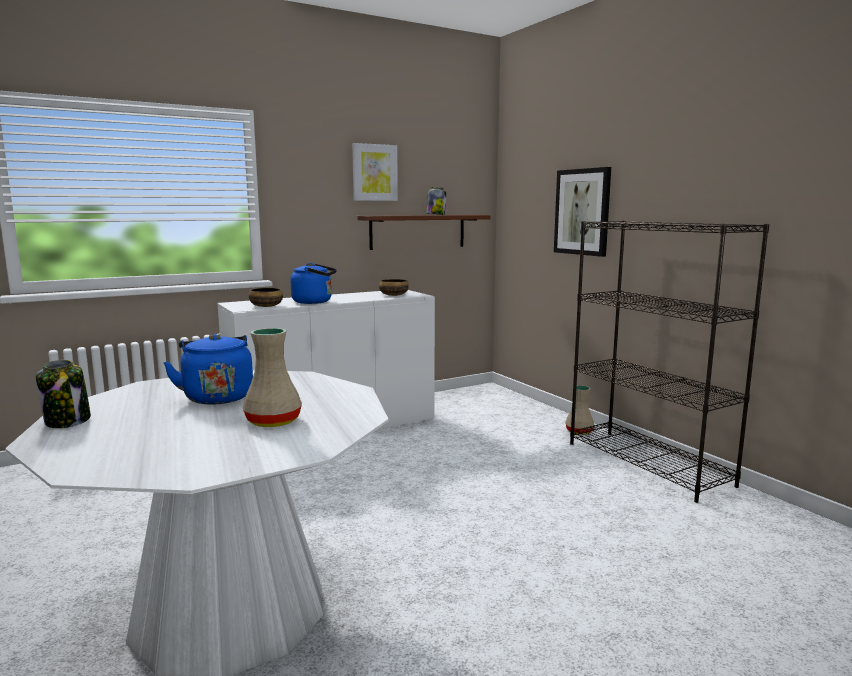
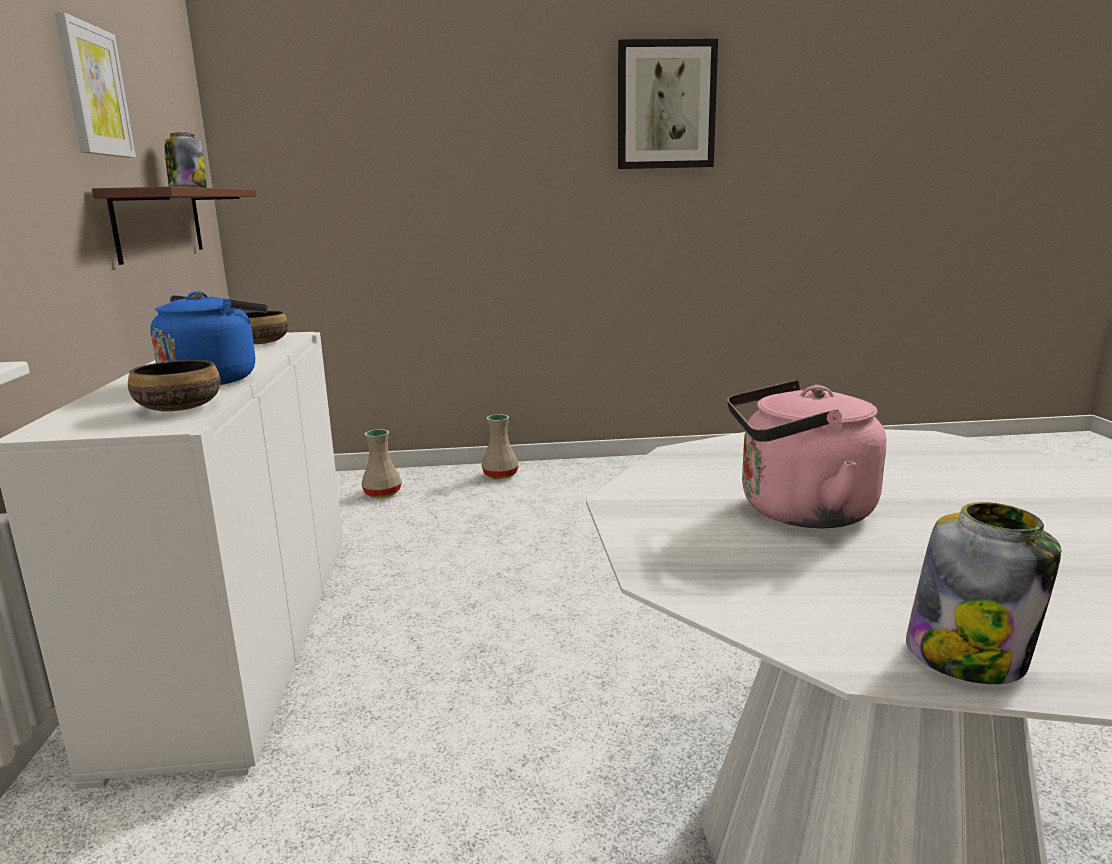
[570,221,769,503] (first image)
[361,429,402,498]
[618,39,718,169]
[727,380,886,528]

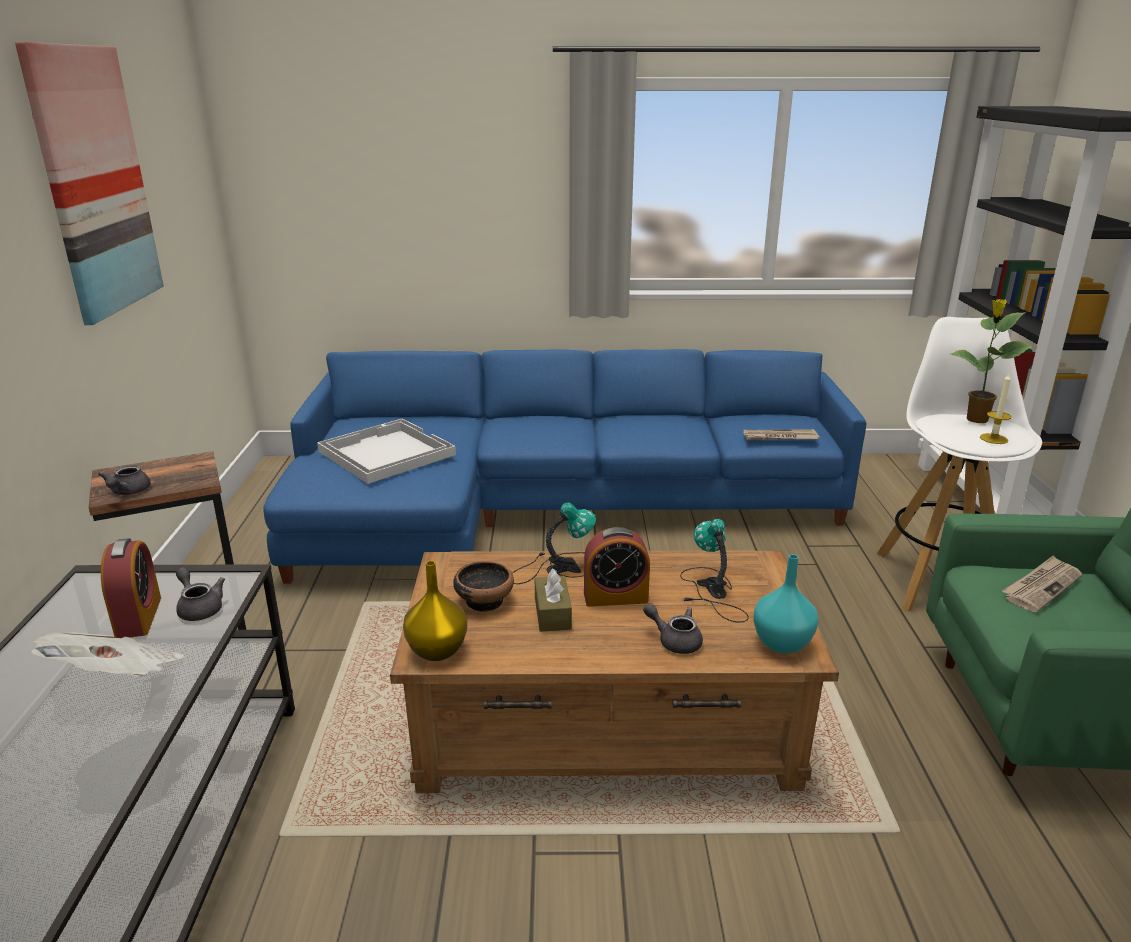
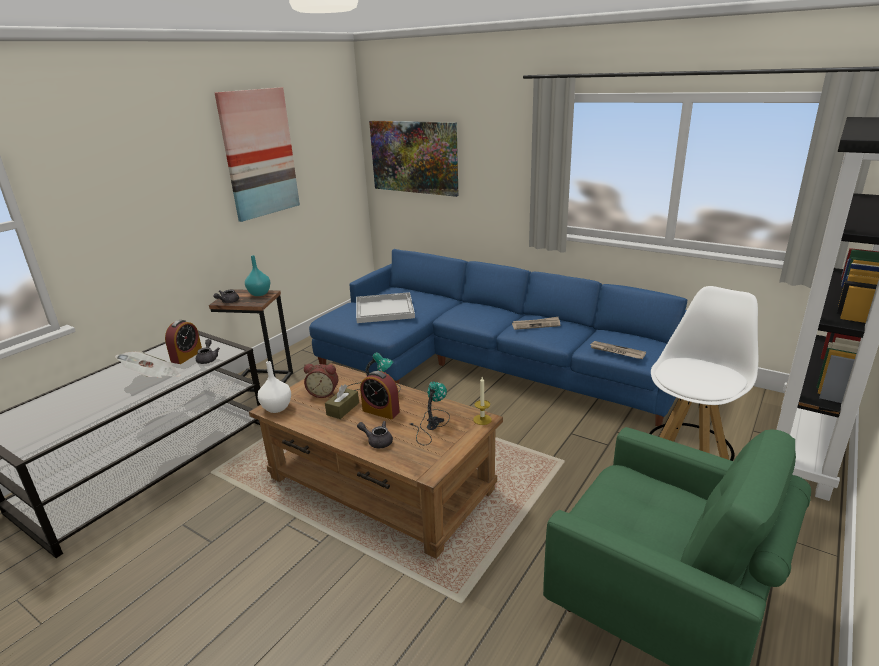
[951,299,1032,423] (first image)
[369,121,459,197]
[245,255,270,296]
[473,377,492,425]
[512,317,560,330]
[304,364,338,398]
[258,361,291,413]
[357,421,393,448]

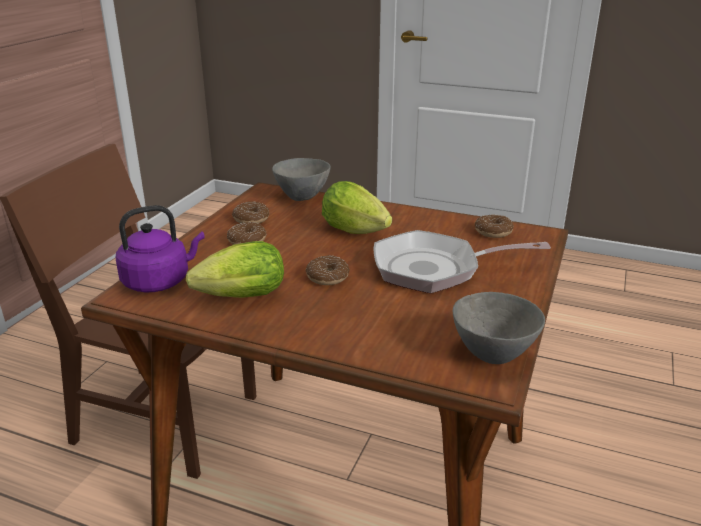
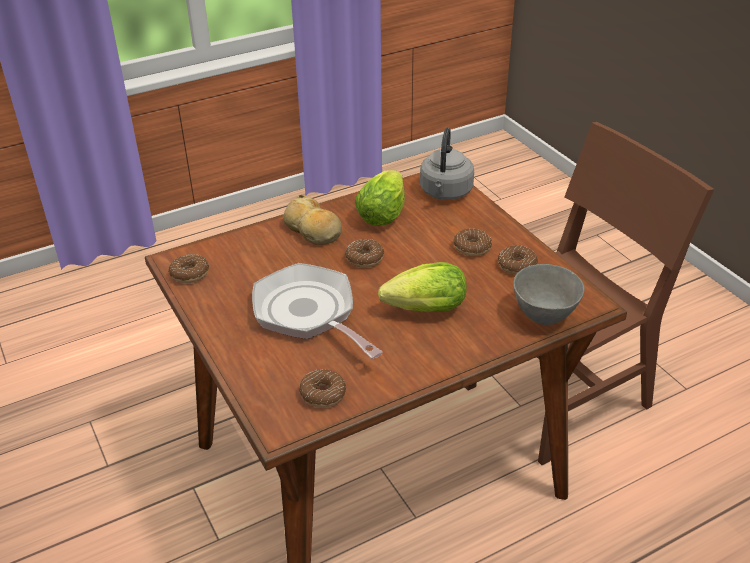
[283,195,342,245]
[168,254,209,283]
[420,127,474,200]
[252,263,383,359]

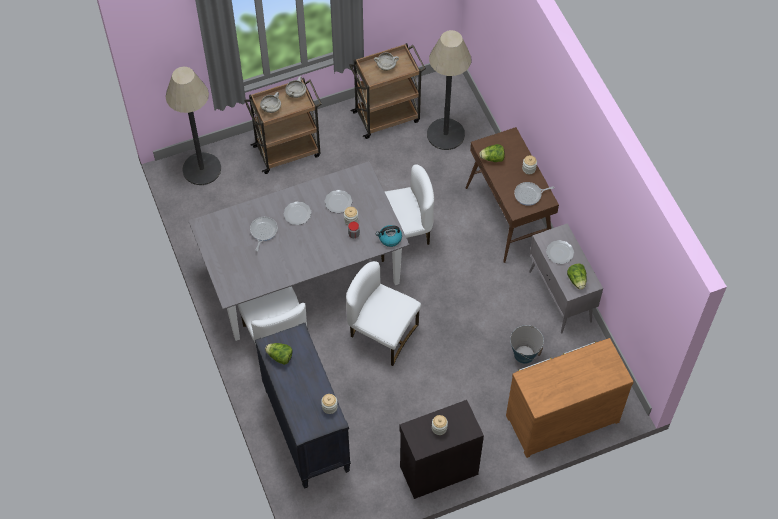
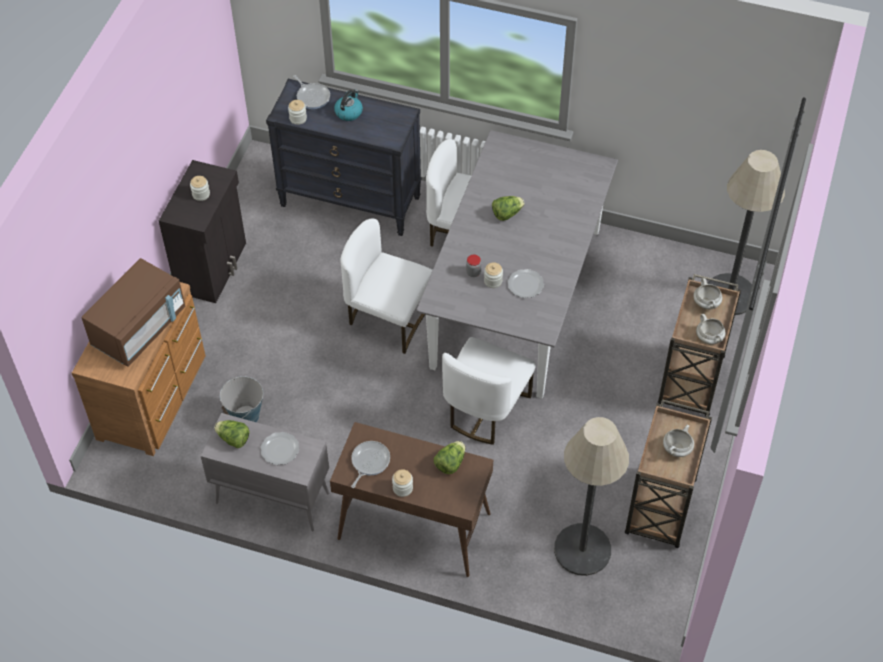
[284,202,311,225] (first image)
[81,258,185,367]
[293,75,330,109]
[492,196,525,221]
[334,90,363,121]
[340,218,433,354]

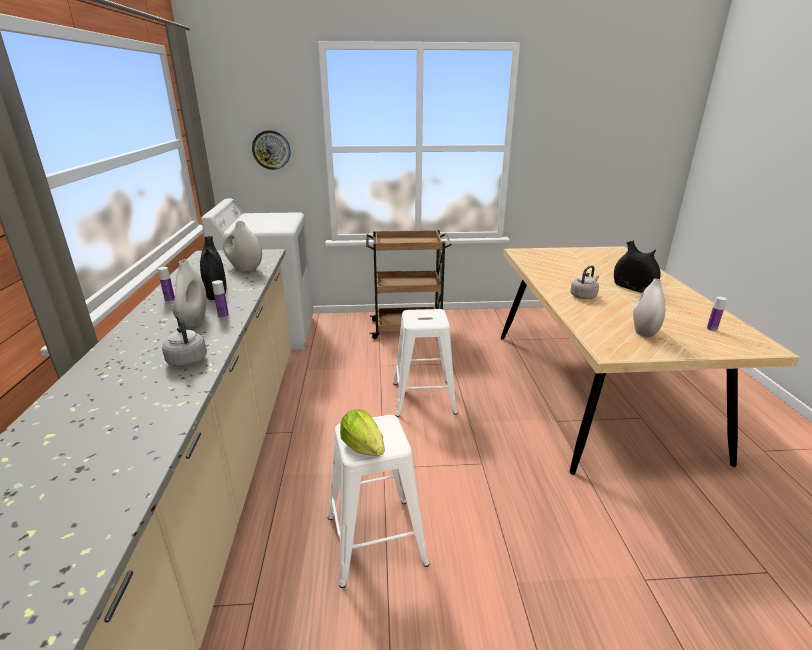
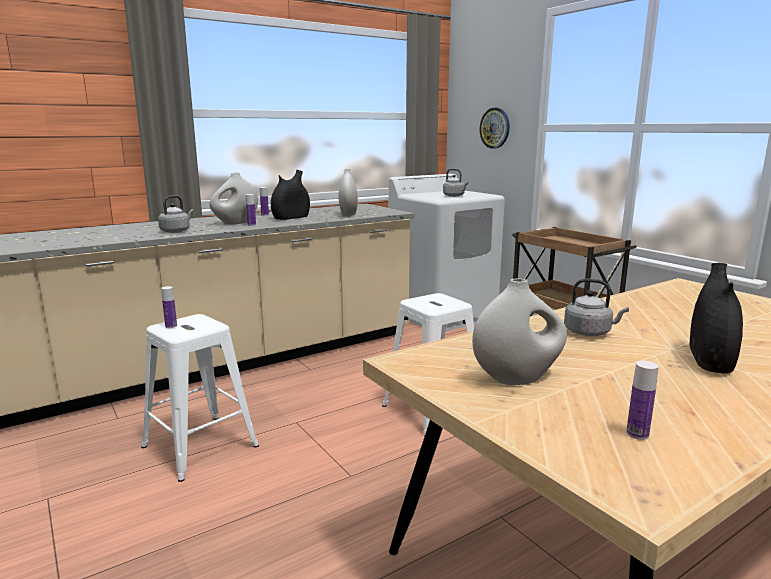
[443,169,469,197]
[161,286,177,328]

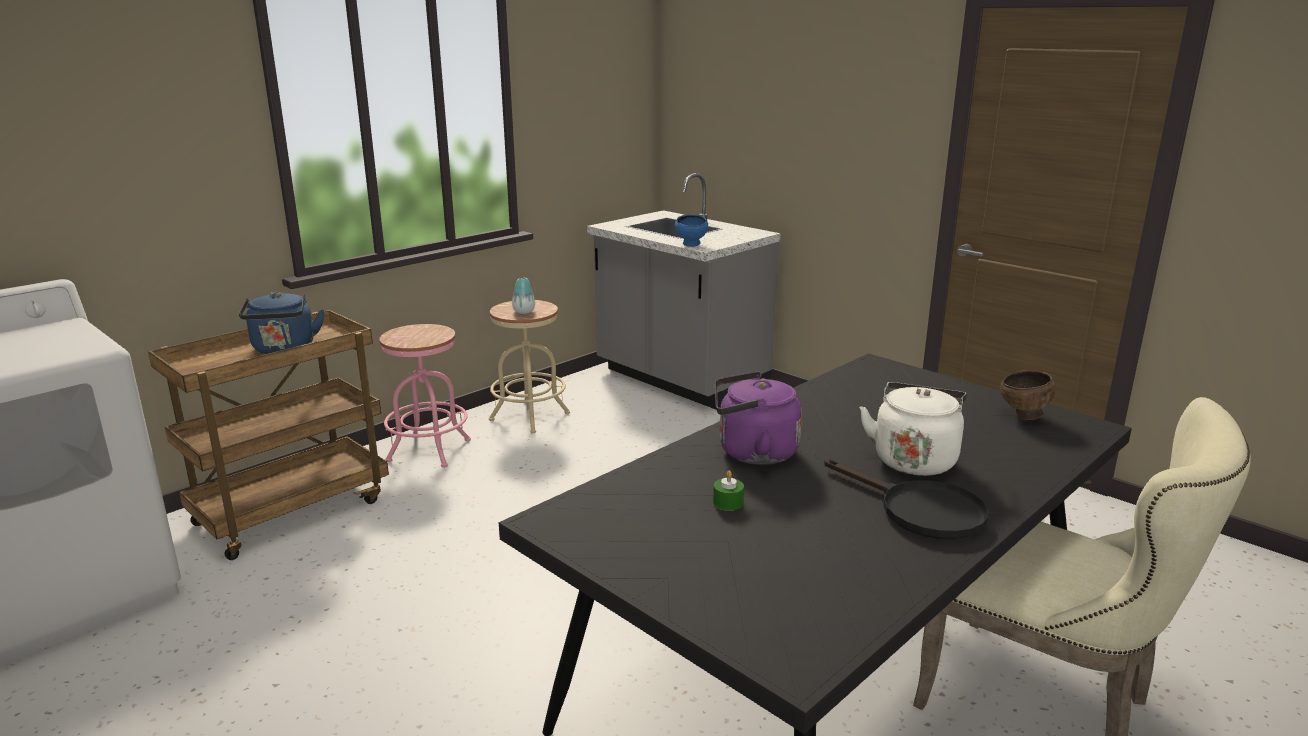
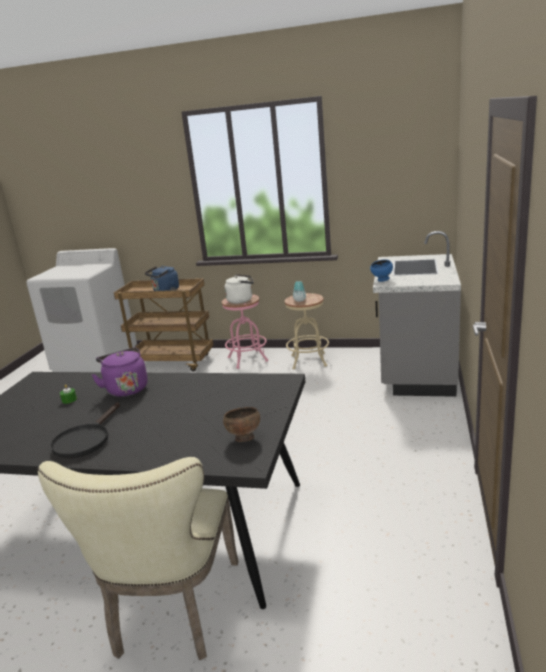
[224,274,254,304]

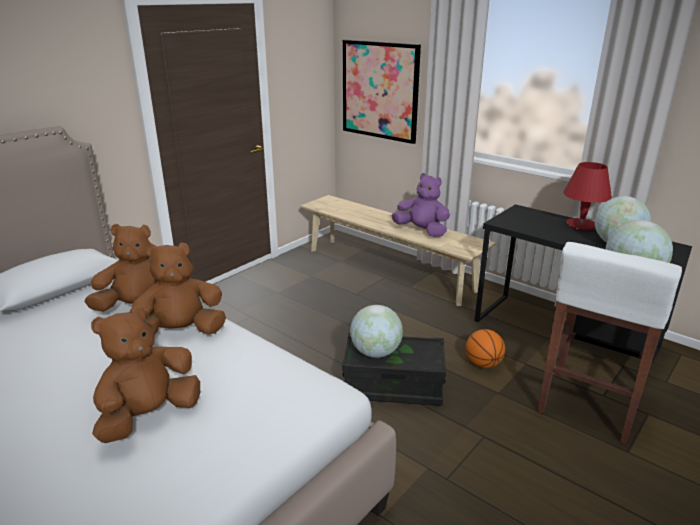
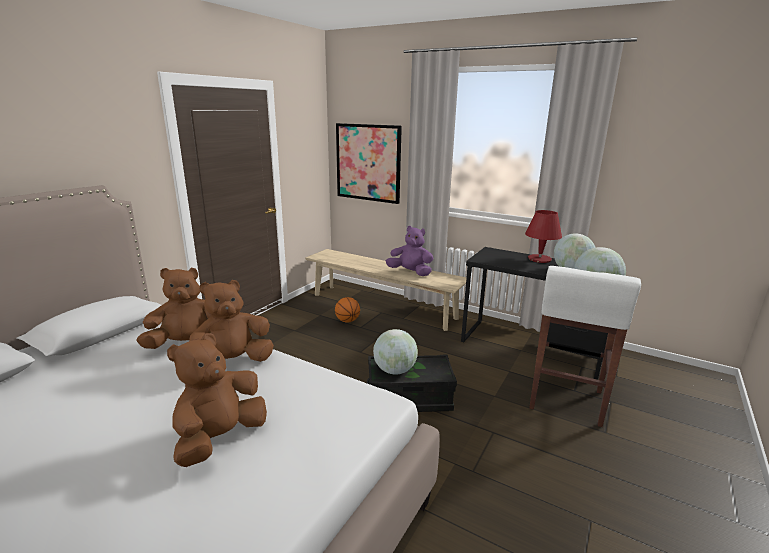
[335,297,360,322]

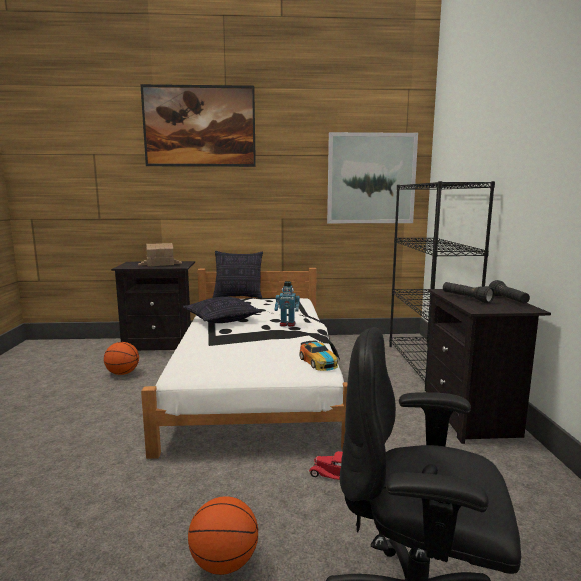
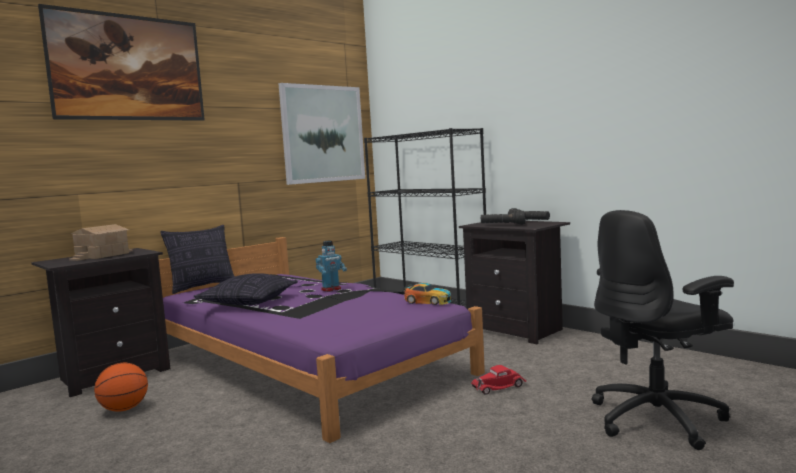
[188,496,258,575] (first image)
[159,237,485,443]

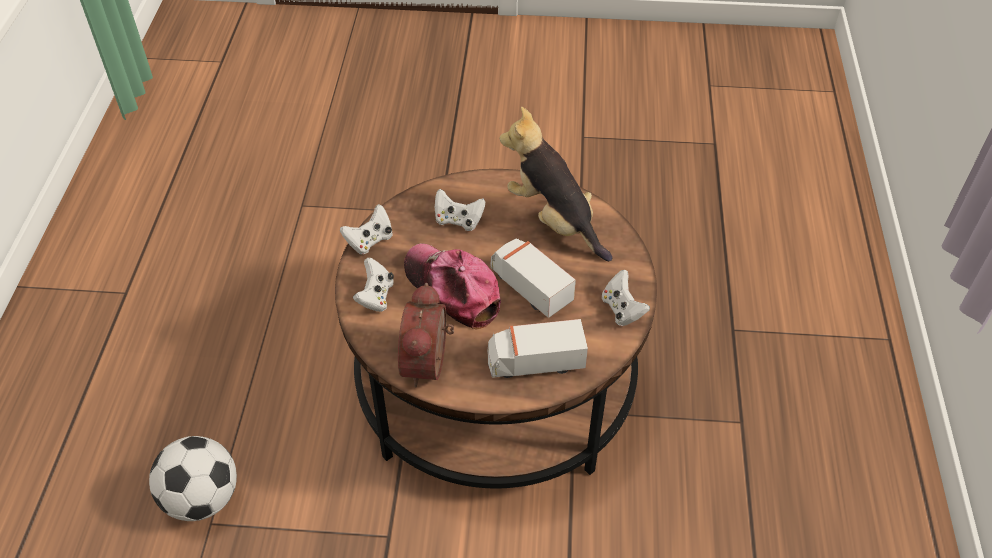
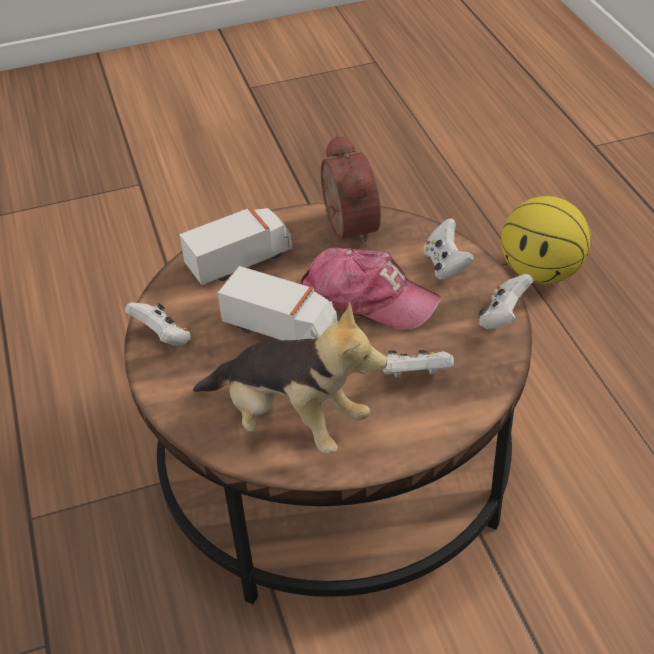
[501,196,591,284]

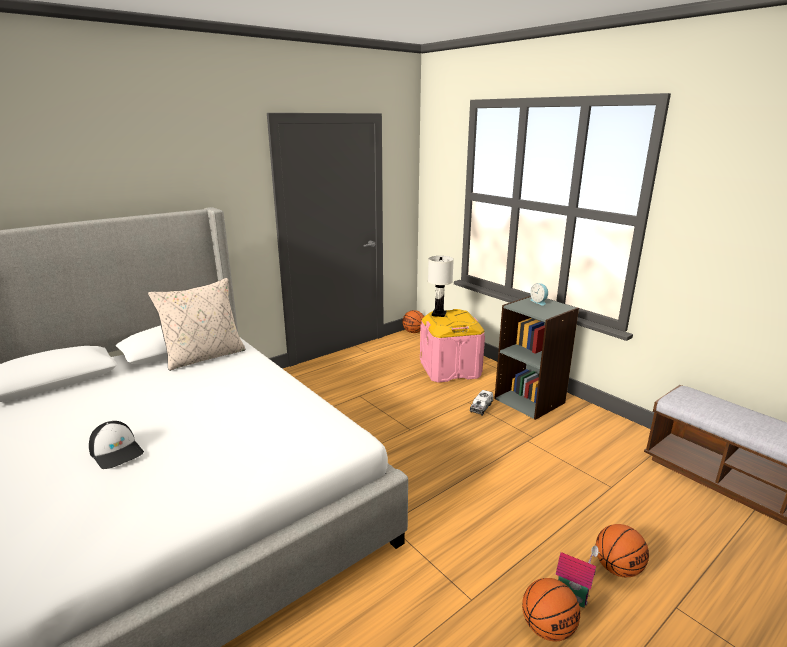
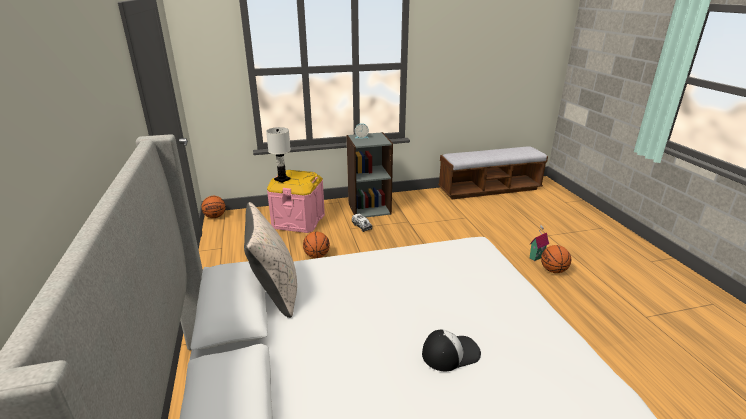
[303,232,330,258]

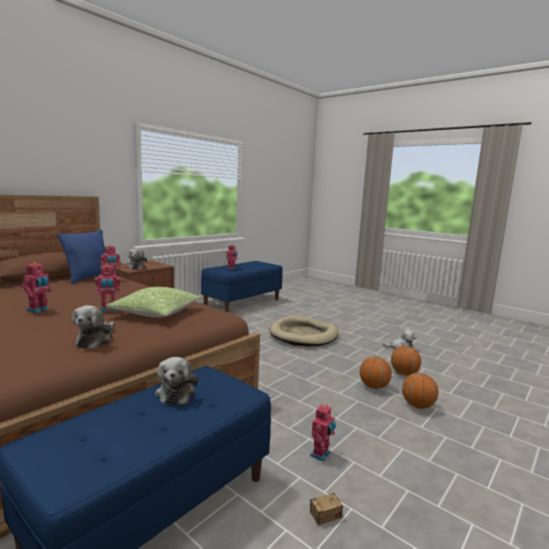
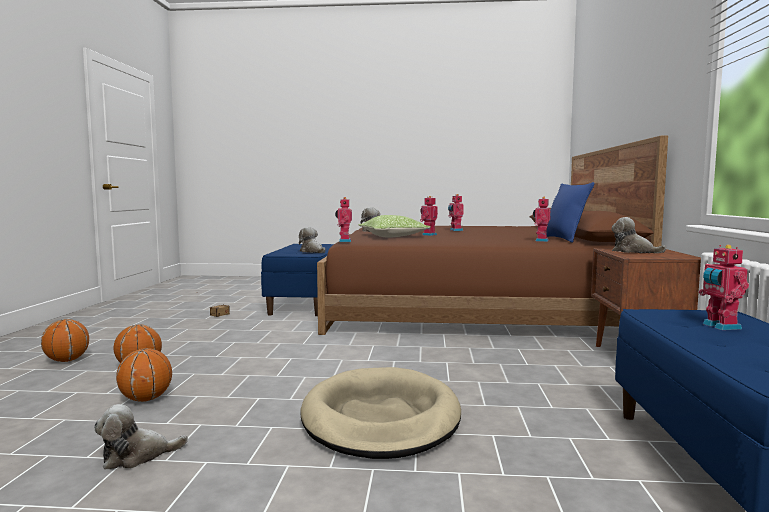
[335,197,352,242]
[41,319,89,362]

